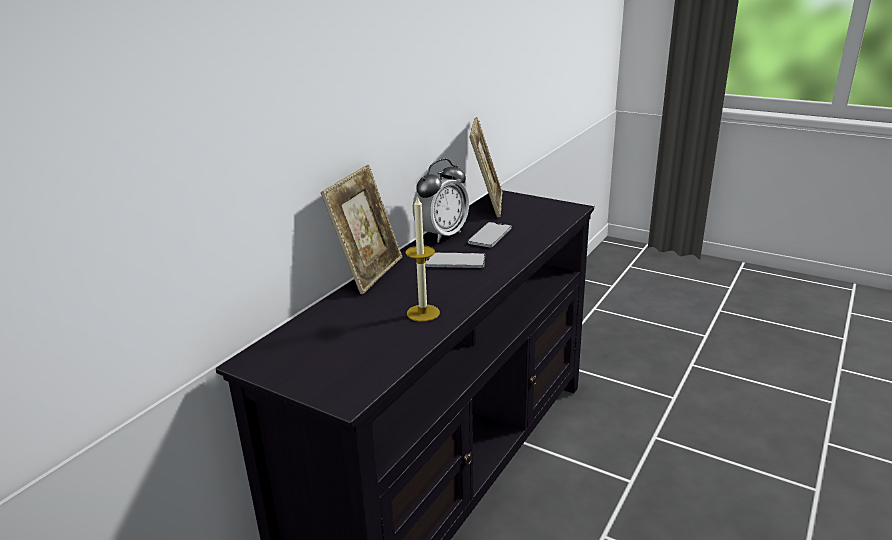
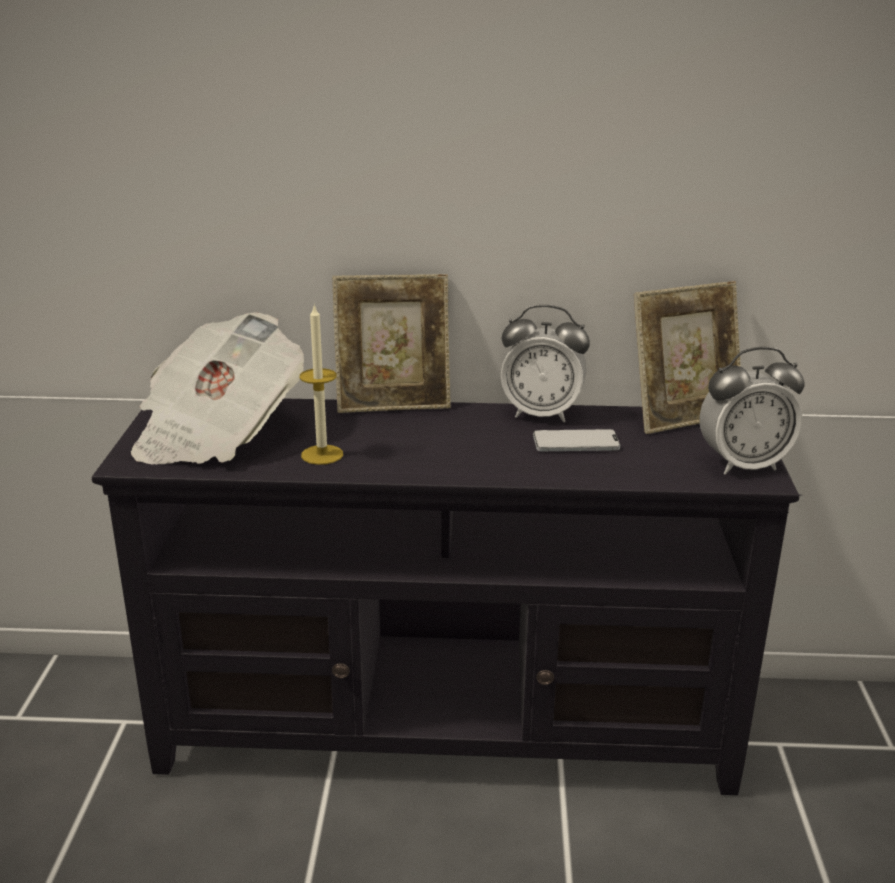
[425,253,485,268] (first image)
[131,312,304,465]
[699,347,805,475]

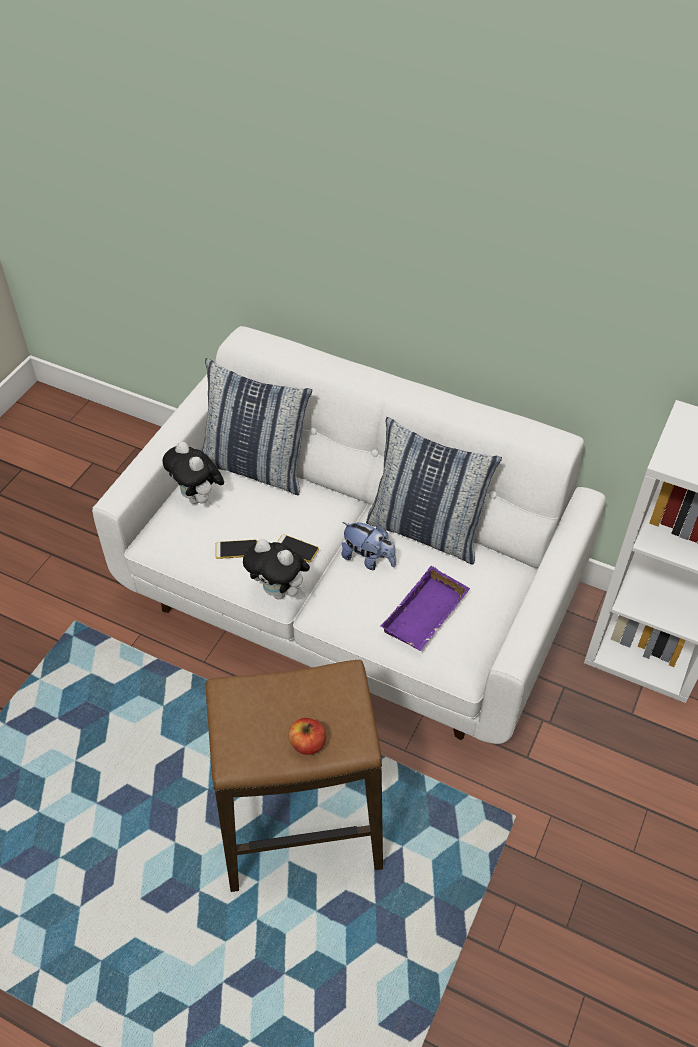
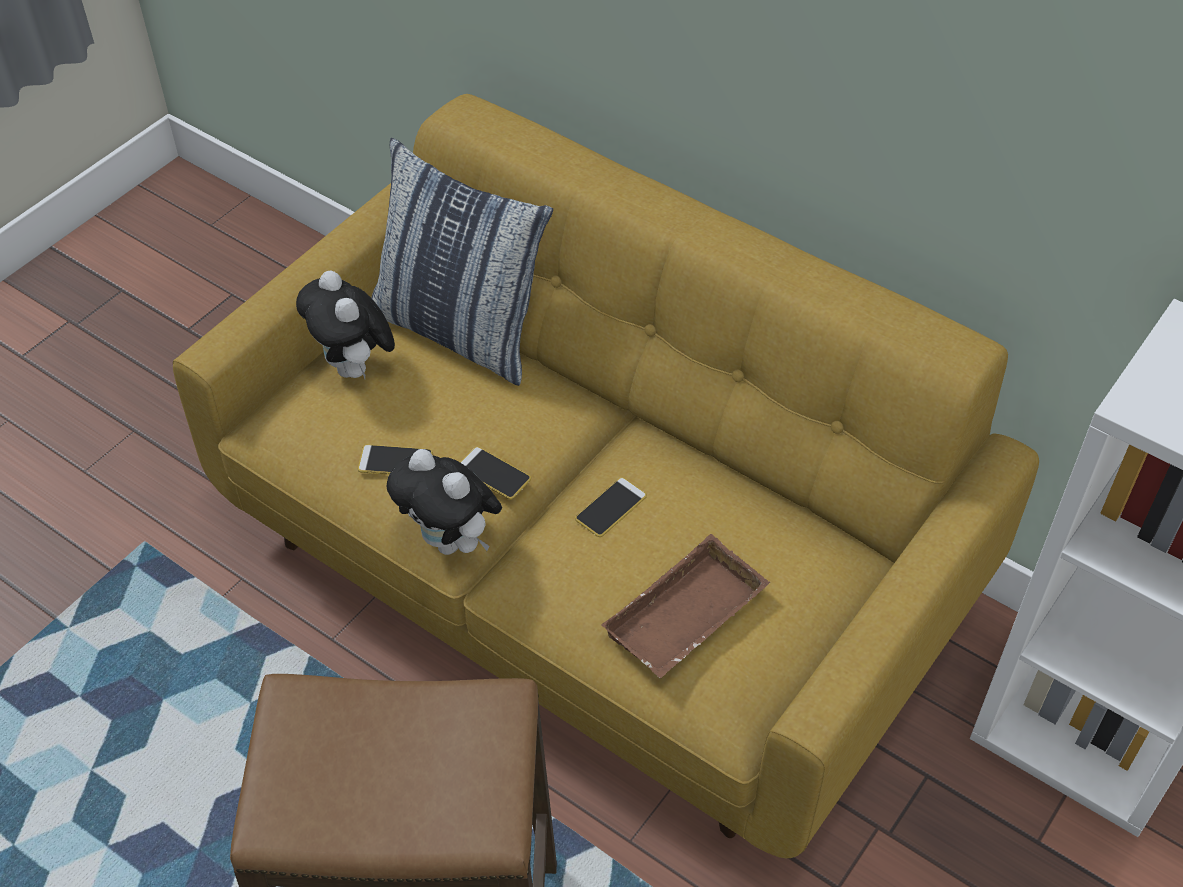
[288,718,326,755] (first image)
[366,417,502,565] (first image)
[575,478,647,537]
[173,94,1039,858]
[601,534,770,678]

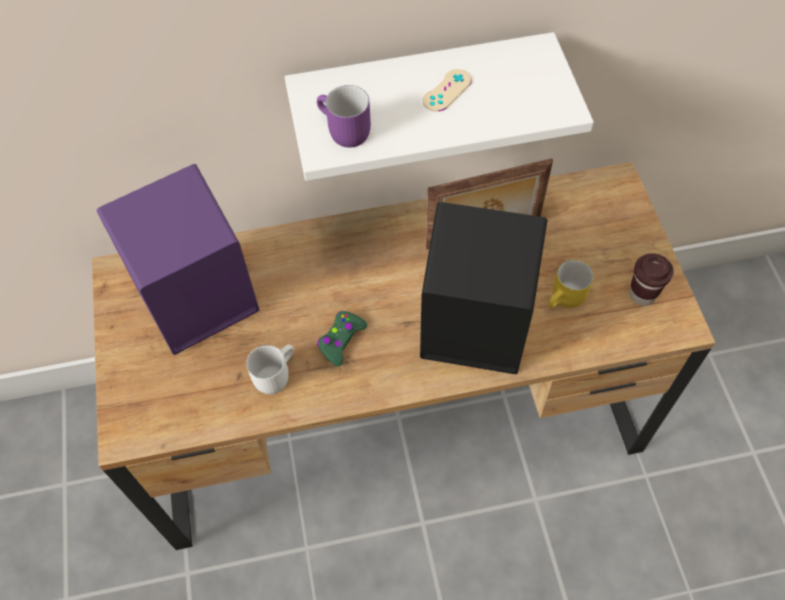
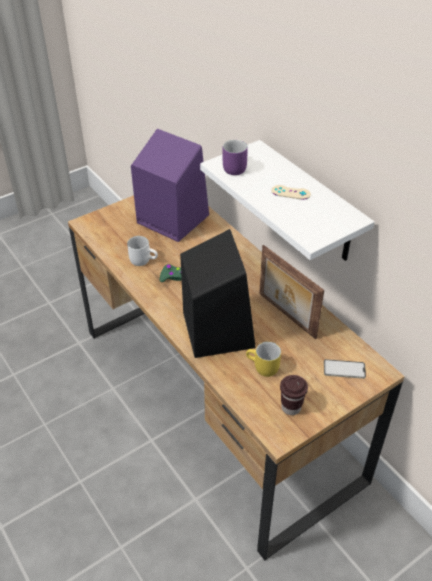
[324,359,366,379]

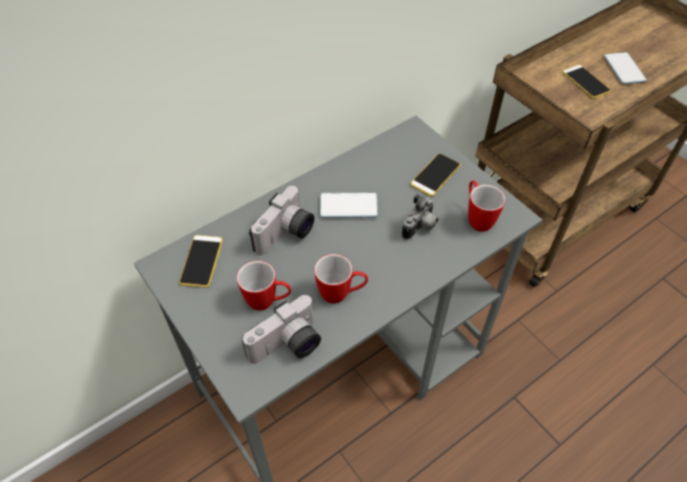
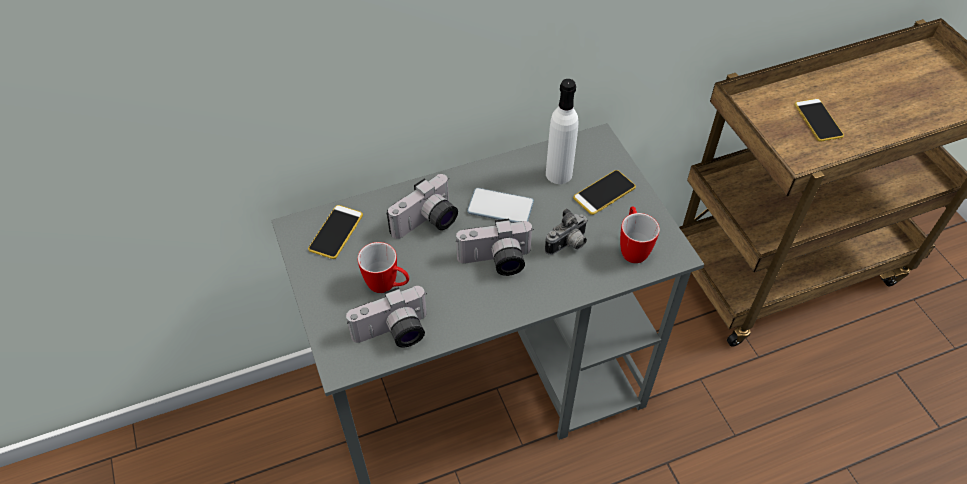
[314,254,368,304] (first image)
[604,52,647,84] (first image)
[456,218,534,276]
[546,79,578,184]

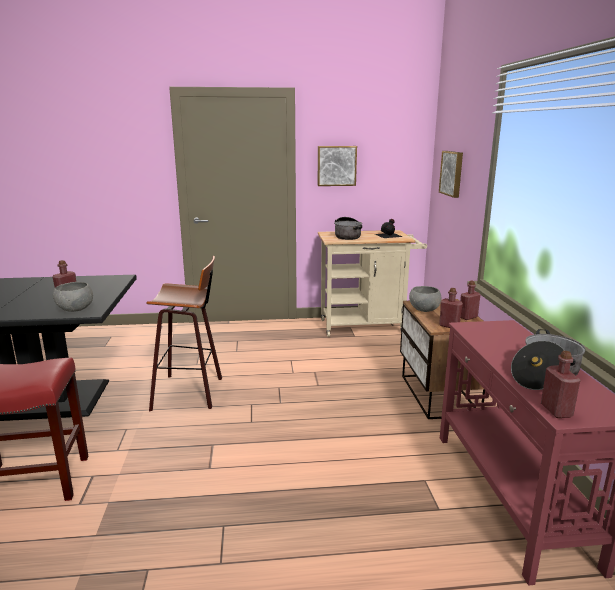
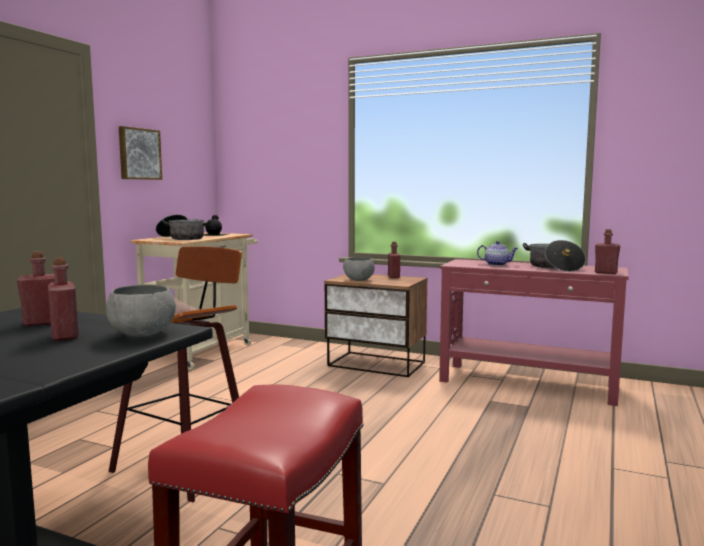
[439,151,463,198] (first image)
[477,241,518,266]
[17,251,55,326]

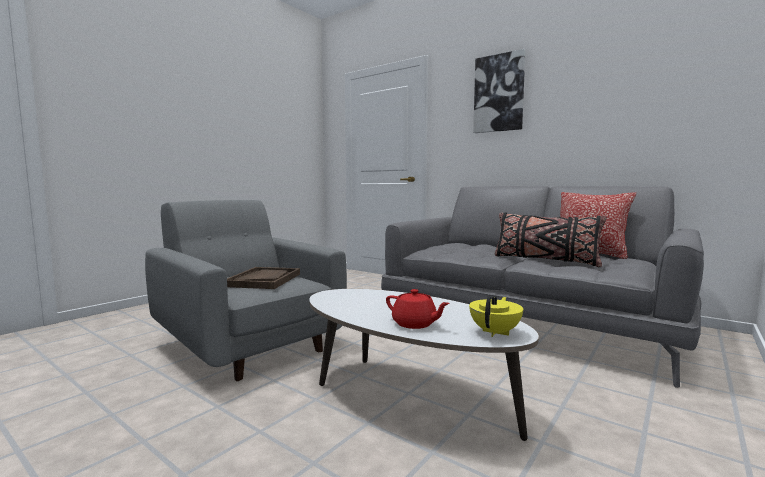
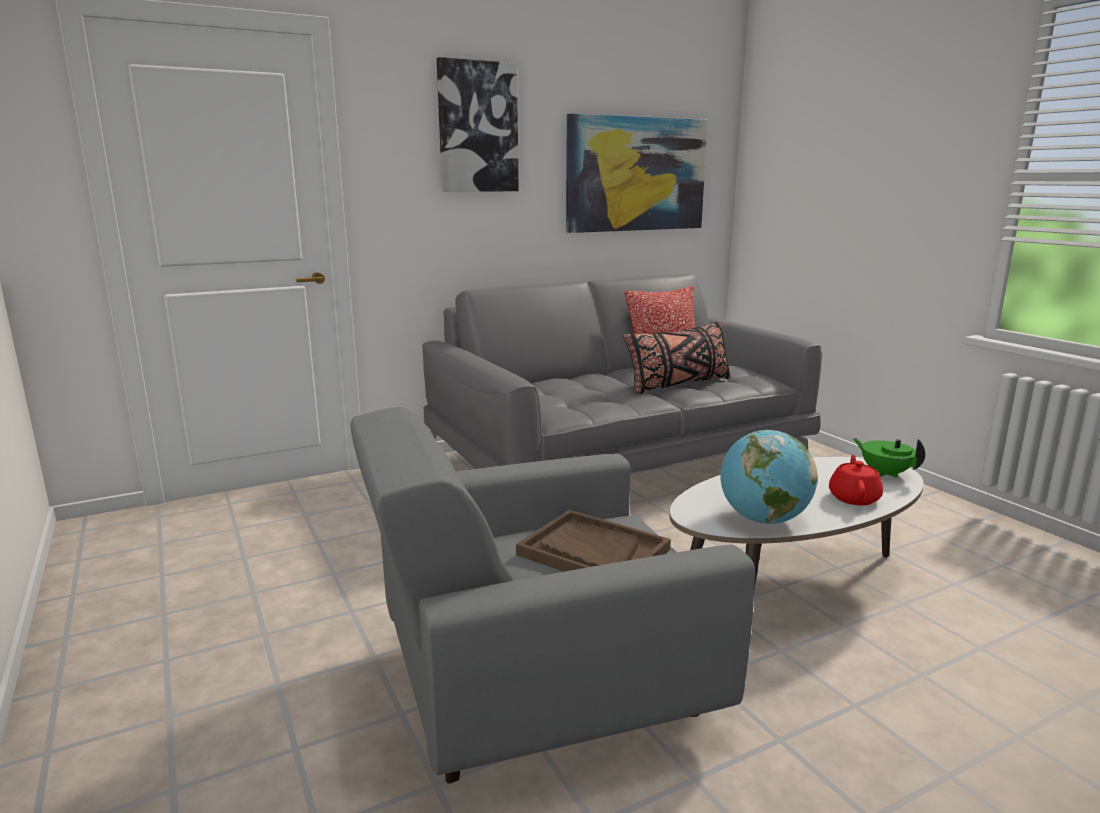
[566,114,708,233]
[720,430,818,524]
[853,438,925,478]
[829,455,883,505]

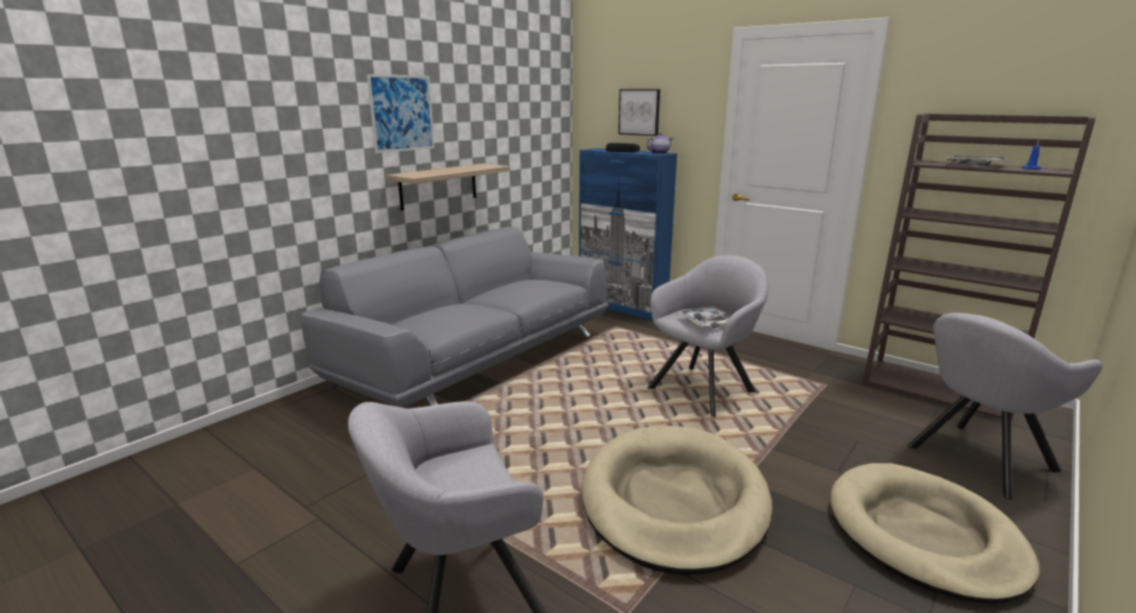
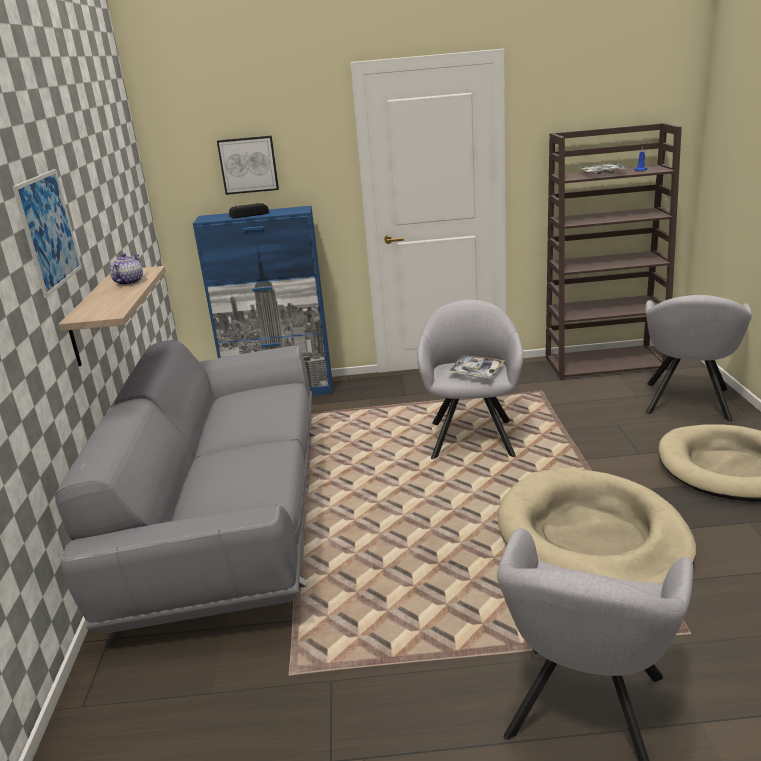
[110,253,143,285]

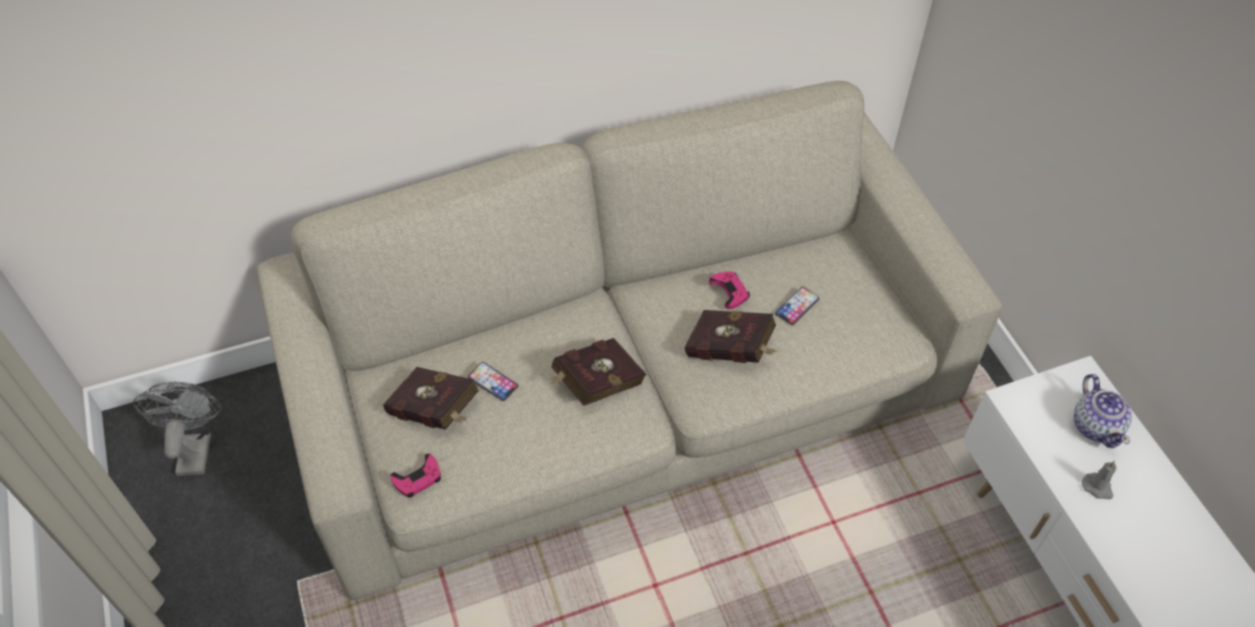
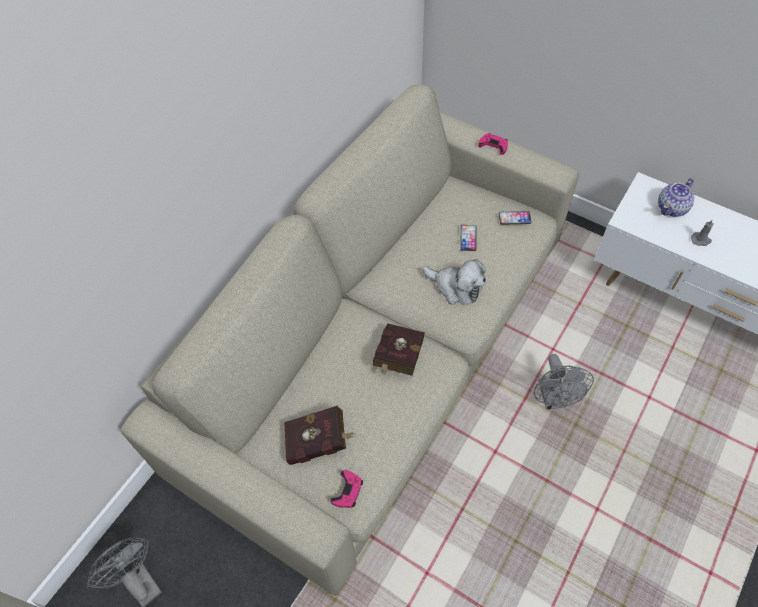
[534,354,594,410]
[499,211,531,225]
[478,133,508,155]
[423,259,486,305]
[658,178,694,217]

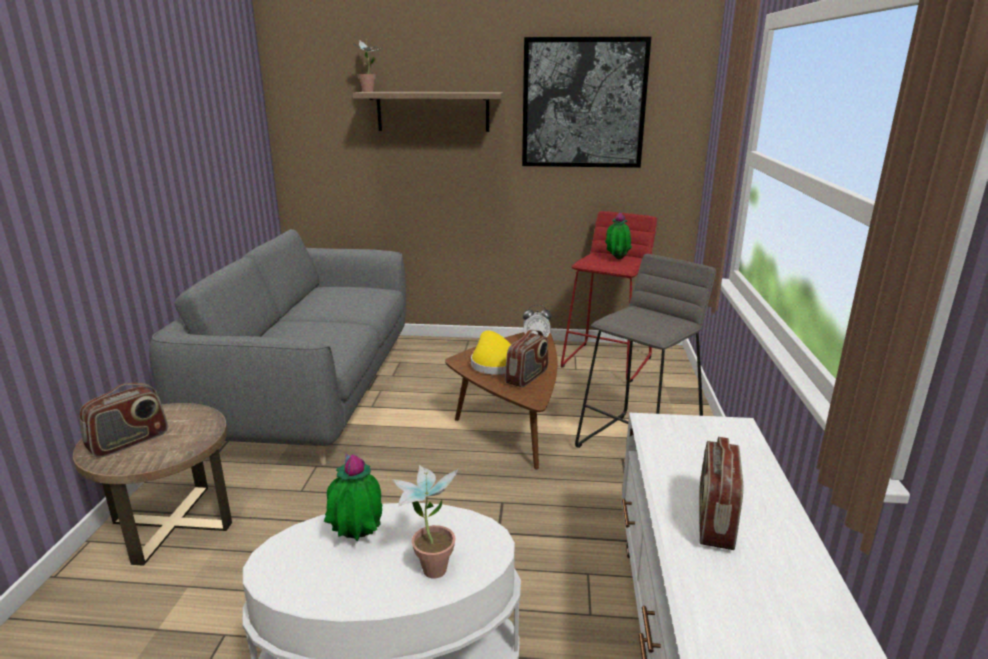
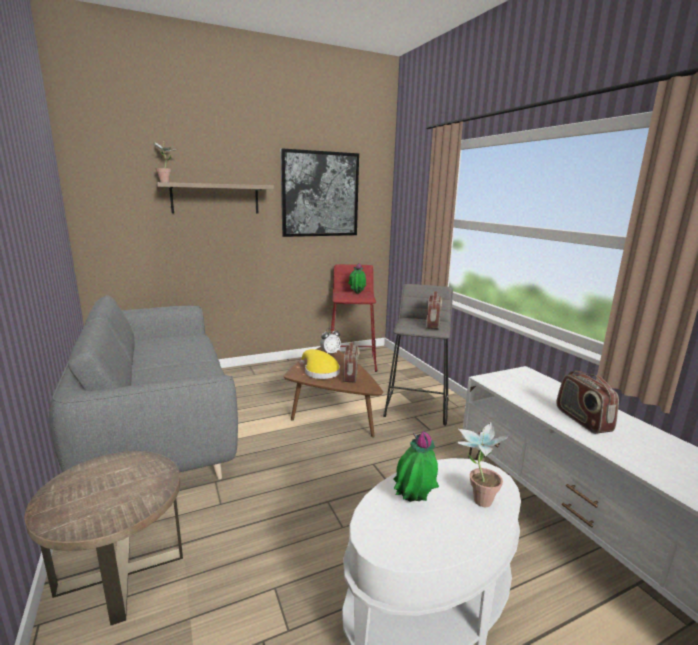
[426,291,442,329]

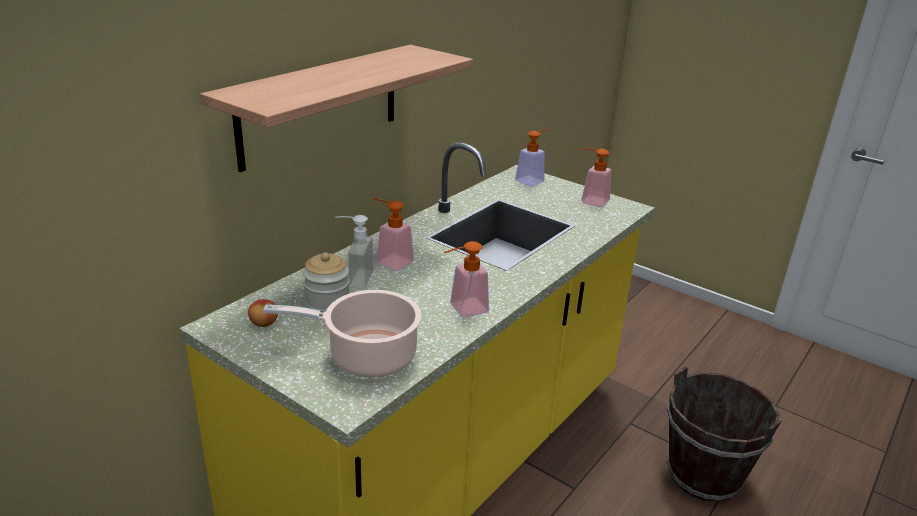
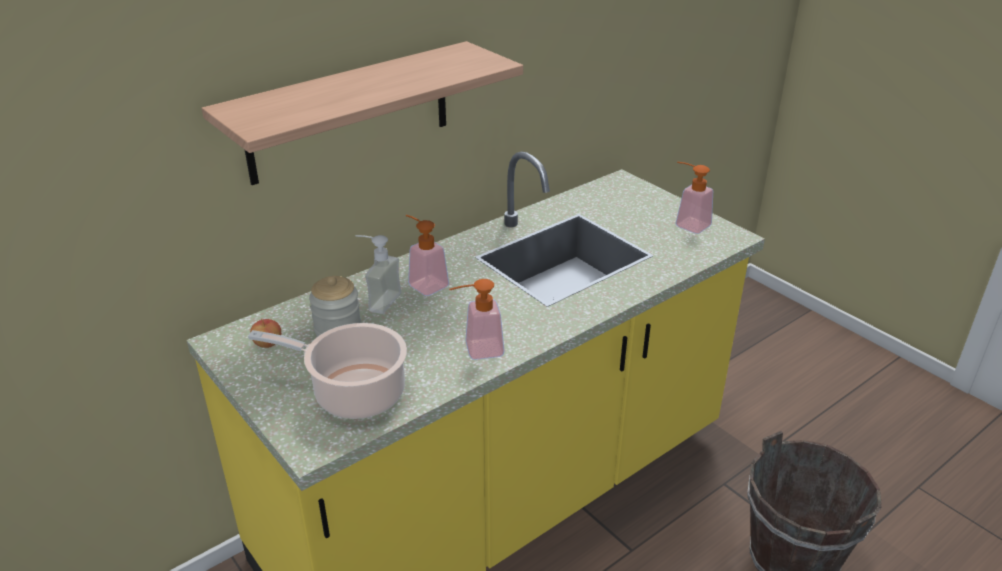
[515,130,548,187] (first image)

